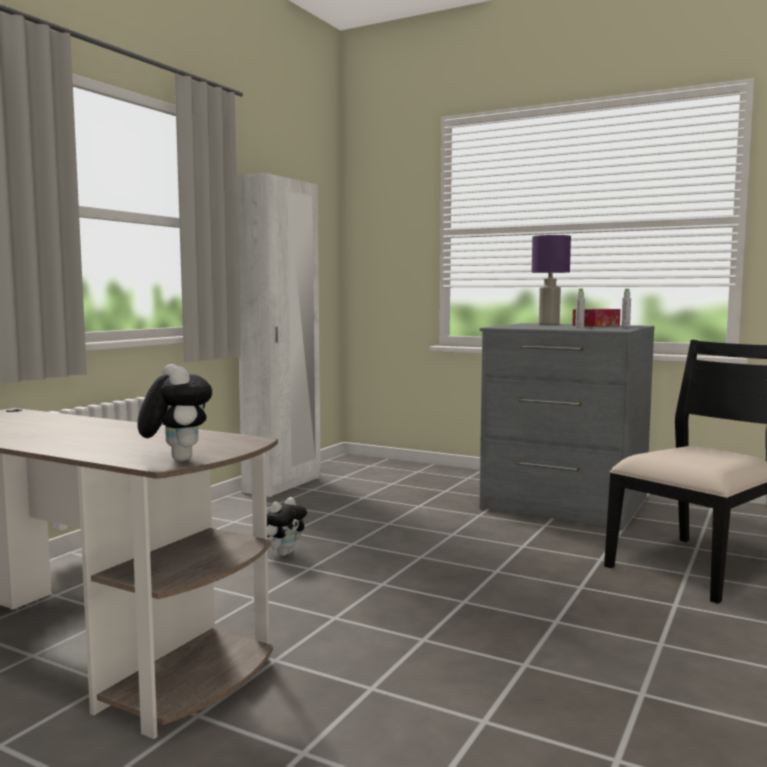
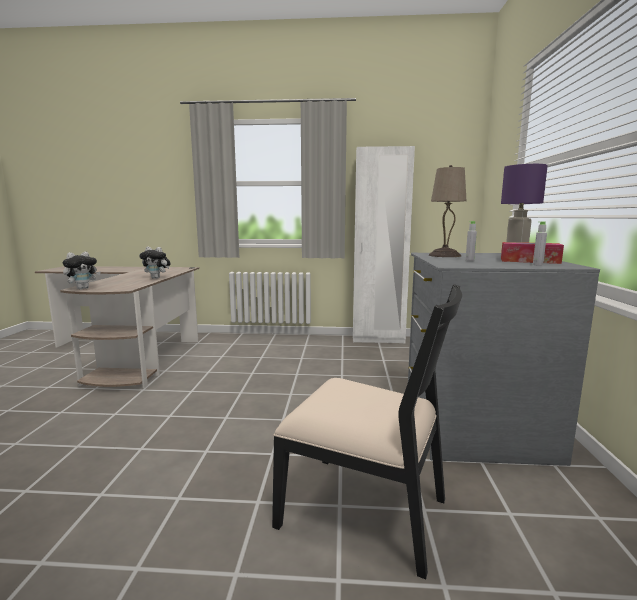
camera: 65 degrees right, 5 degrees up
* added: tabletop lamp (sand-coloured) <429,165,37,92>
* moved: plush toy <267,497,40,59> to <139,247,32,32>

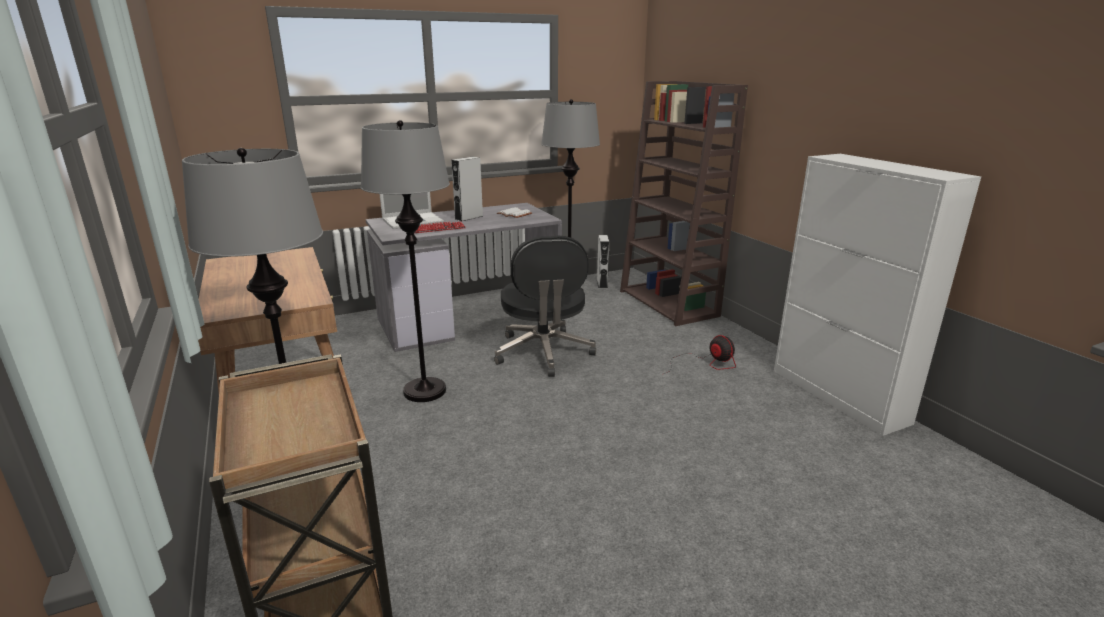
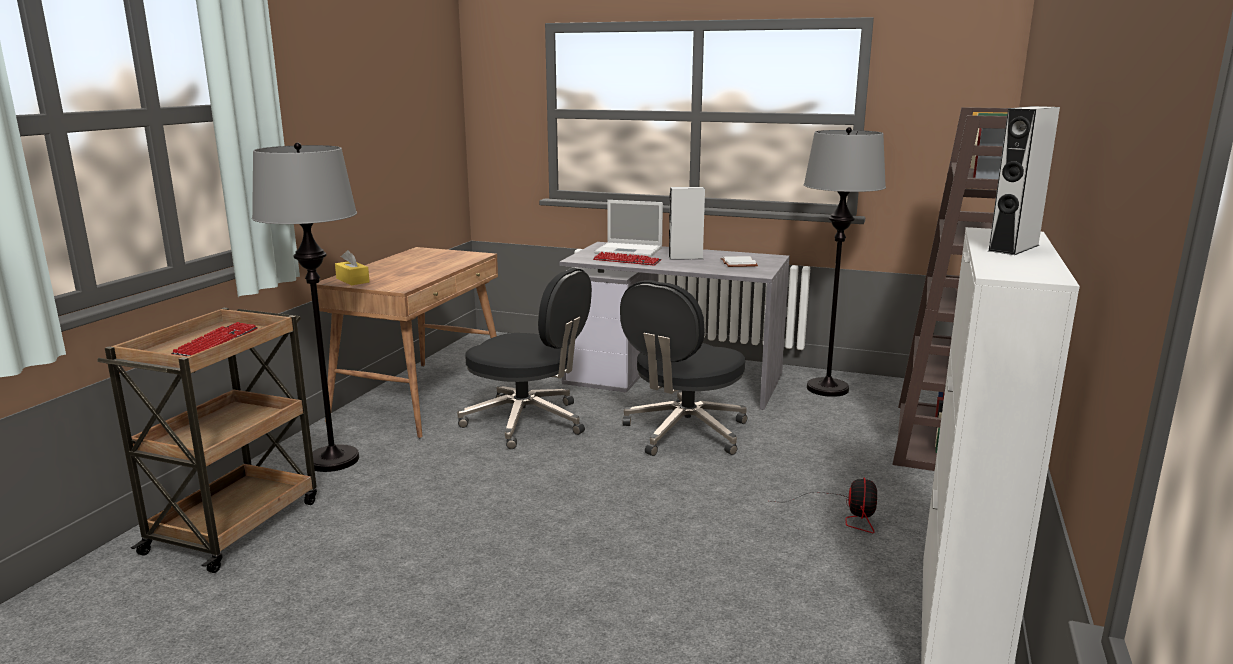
camera: 45 degrees right, 5 degrees down
* added: PC keyboard <171,322,87,35>
* added: tissue box (yellow-coloured) <335,250,35,35>
* moved: loudspeaker (greyish) <597,235,12,53> to <988,106,72,149>
* replaced: standing lamp (greyish) <361,120,89,282> to computer chair (blackish) <457,268,135,181>

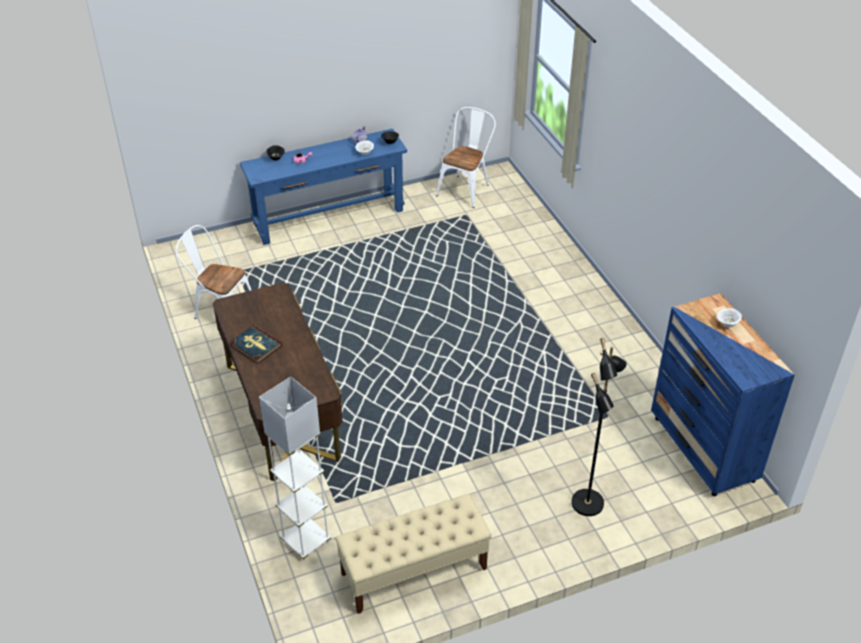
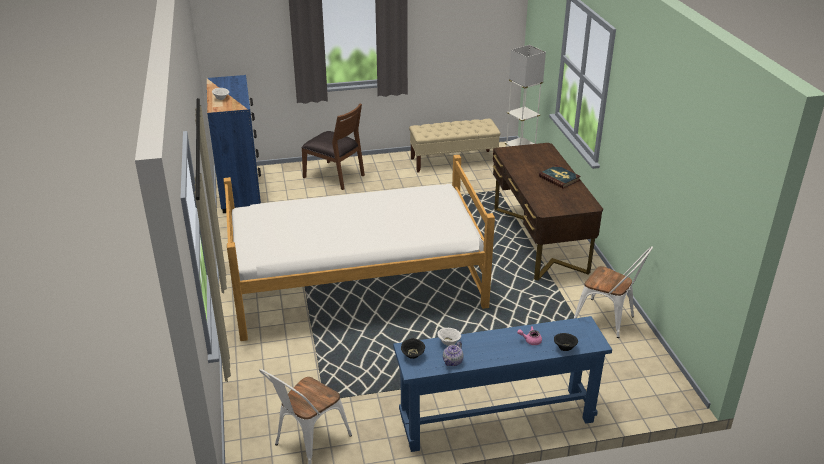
camera: 170 degrees left, 10 degrees down
* added: bed <224,155,271,186>
* replaced: standing lamp (blackish) <571,338,56,178> to chair (brownish) <301,104,64,86>

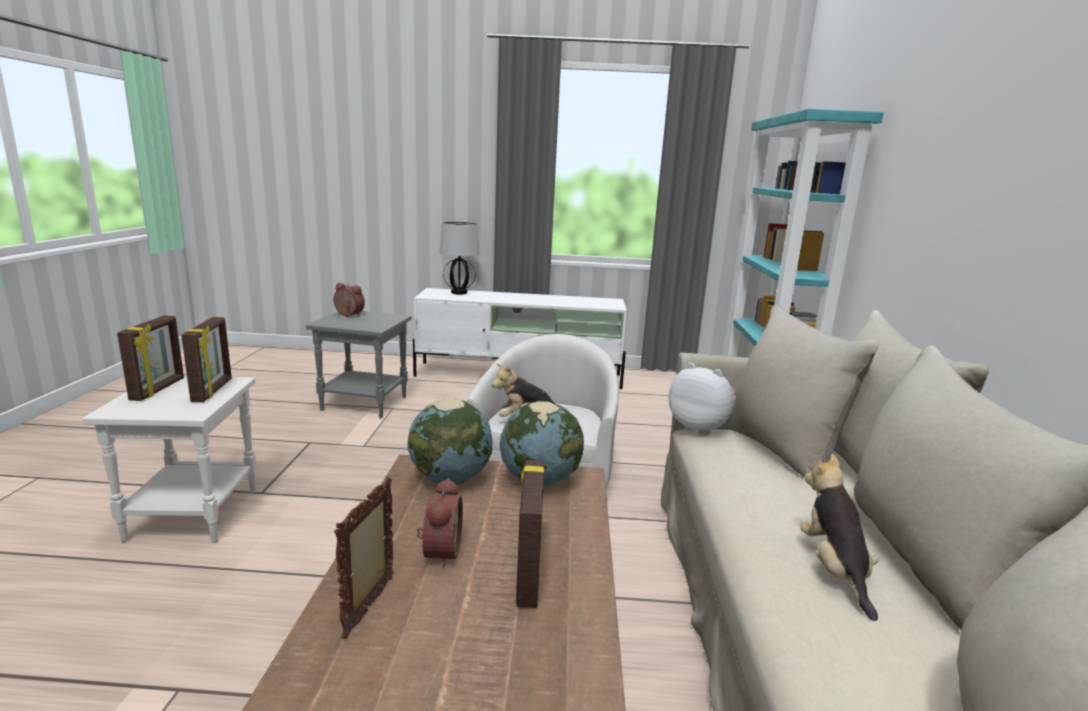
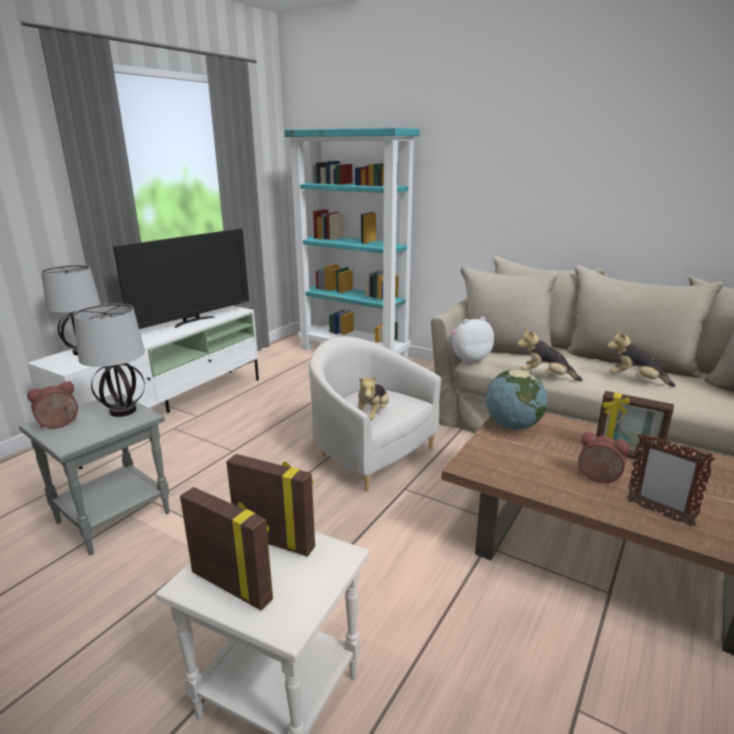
camera: 60 degrees left, 5 degrees up
* removed: desk globe <407,399,86,85>
* added: tabletop lamp <73,304,72,113>
* added: TV <113,229,136,100>
* added: plush toy <517,328,66,54>

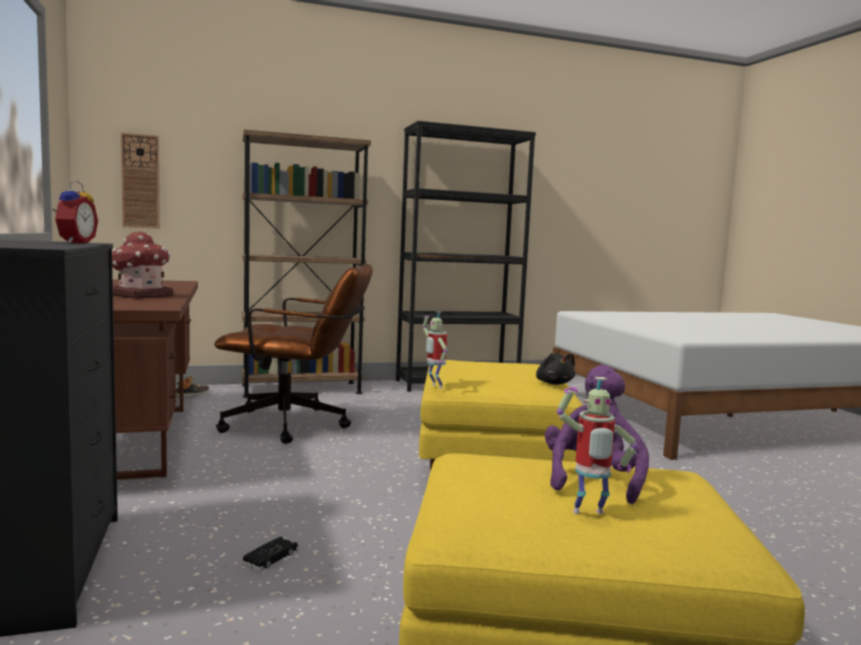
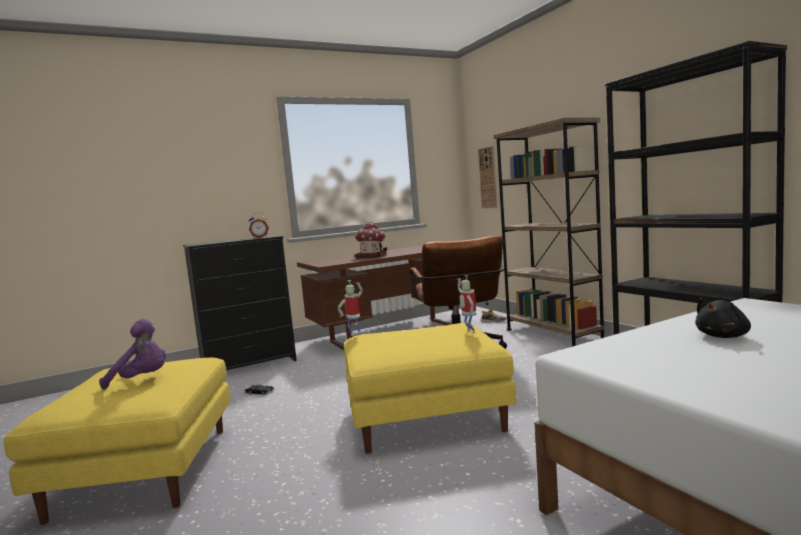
camera: 80 degrees right, 0 degrees up
* moved: plush toy (blackish) <536,353,39,32> to <695,298,56,40>
* moved: toy robot <557,377,80,137> to <456,275,20,59>

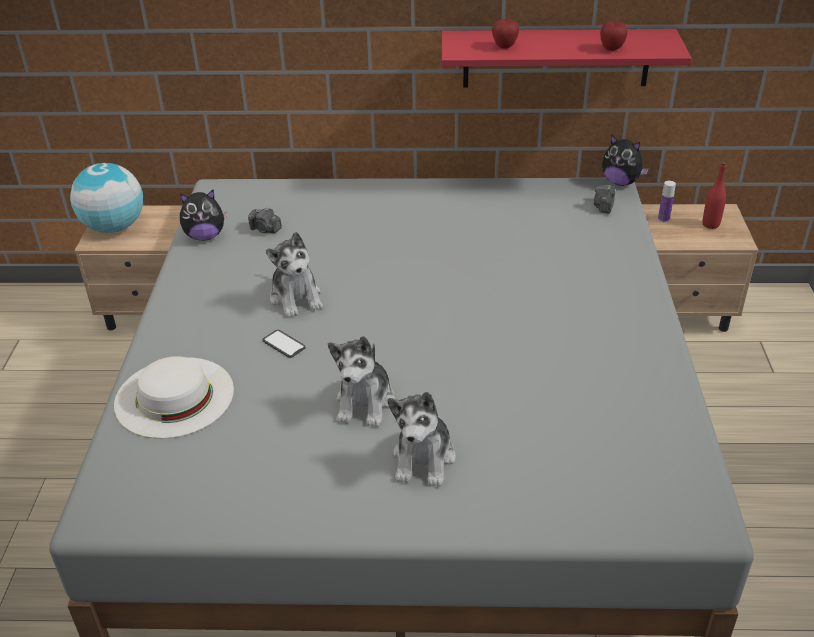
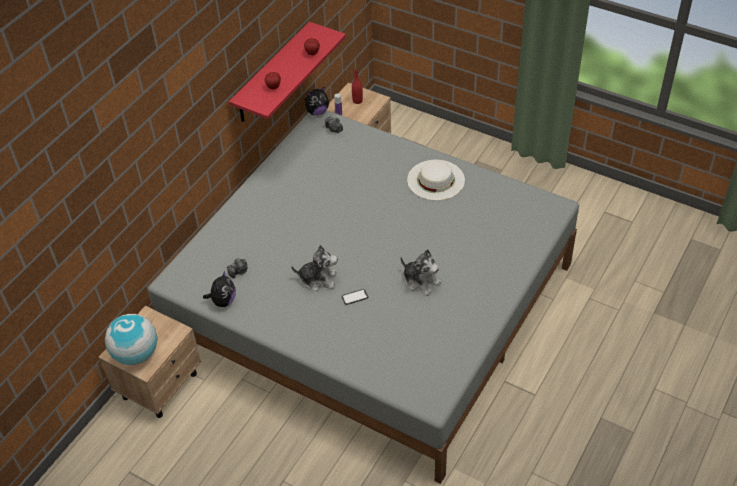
camera: 60 degrees left, 10 degrees up
* removed: plush toy <387,392,69,95>
* moved: hat (whitish) <114,356,120,83> to <407,160,58,40>

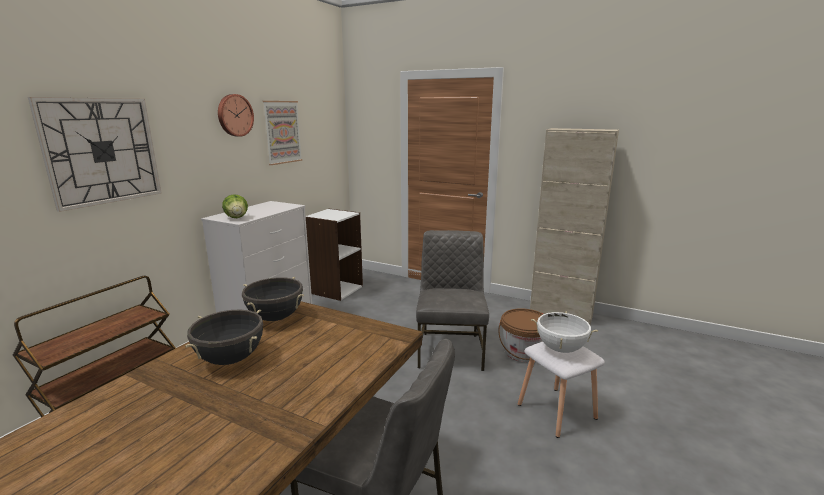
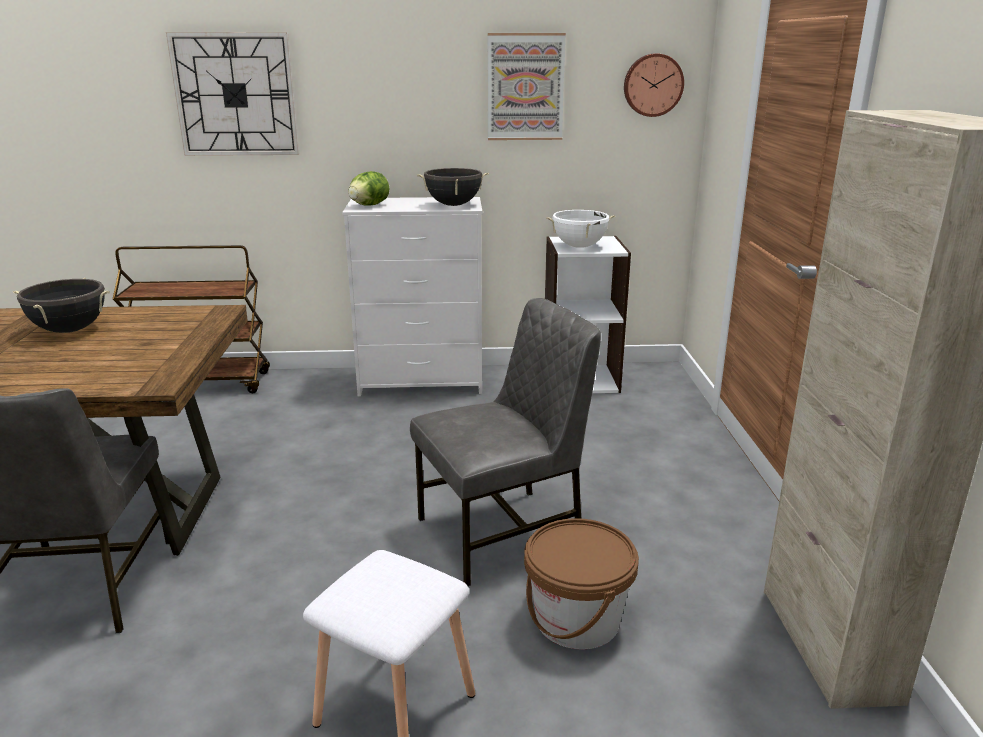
camera: 60 degrees right, 5 degrees up
* moved: clock on the wall <218,94,36,43> to <624,53,60,64>
* moved: cooking pot (blackish) <242,277,62,44> to <417,168,72,38>
* moved: cooking pot (whitish) <531,311,68,42> to <546,210,69,38>

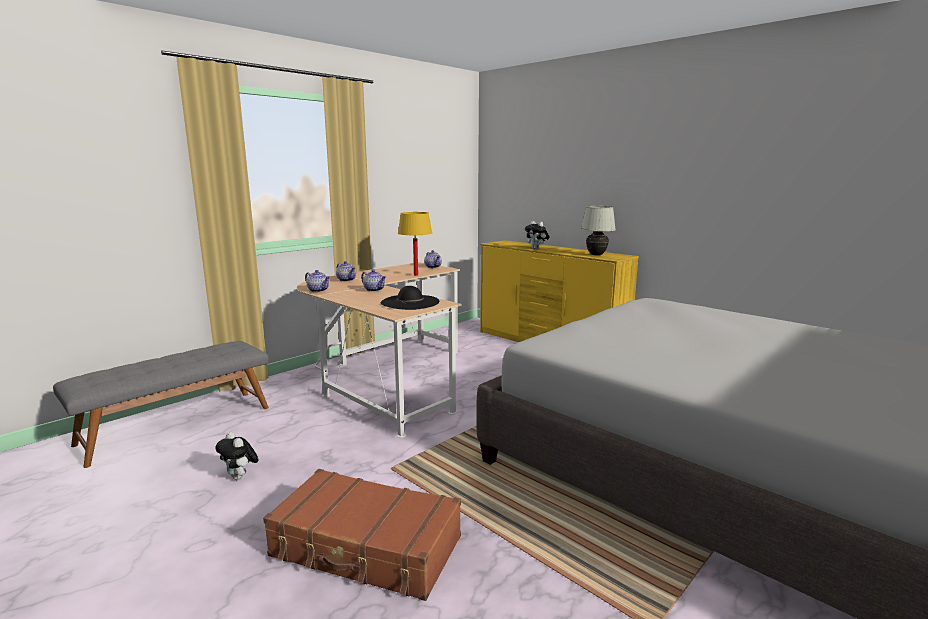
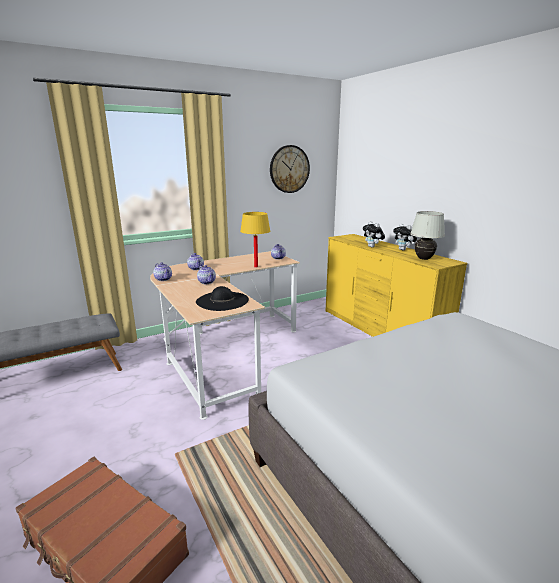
camera: 15 degrees right, 5 degrees up
* added: clock on the wall <270,145,40,48>
* moved: plush toy <215,432,44,48> to <393,223,24,28>

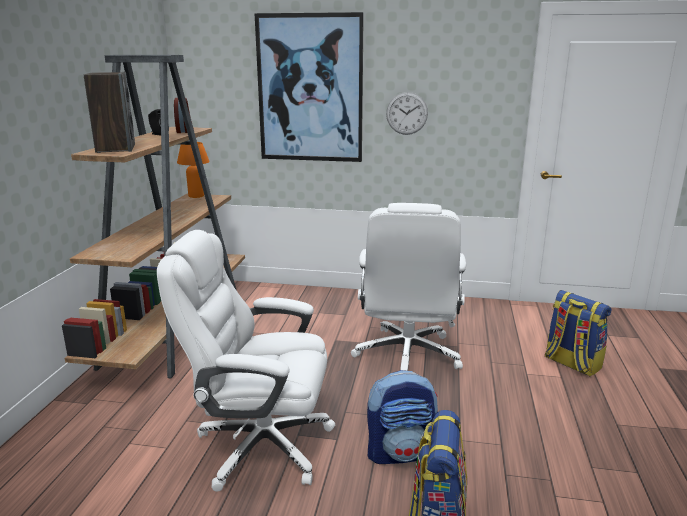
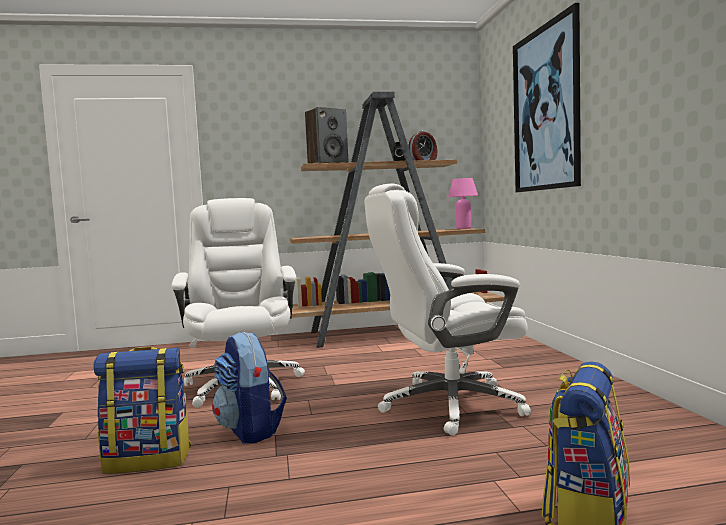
camera: 70 degrees right, 15 degrees down
* removed: clock on the wall <386,92,42,43>
* recoloured: tabletop lamp (orangey) <177,142,33,56> to tabletop lamp (pink) <448,178,30,51>

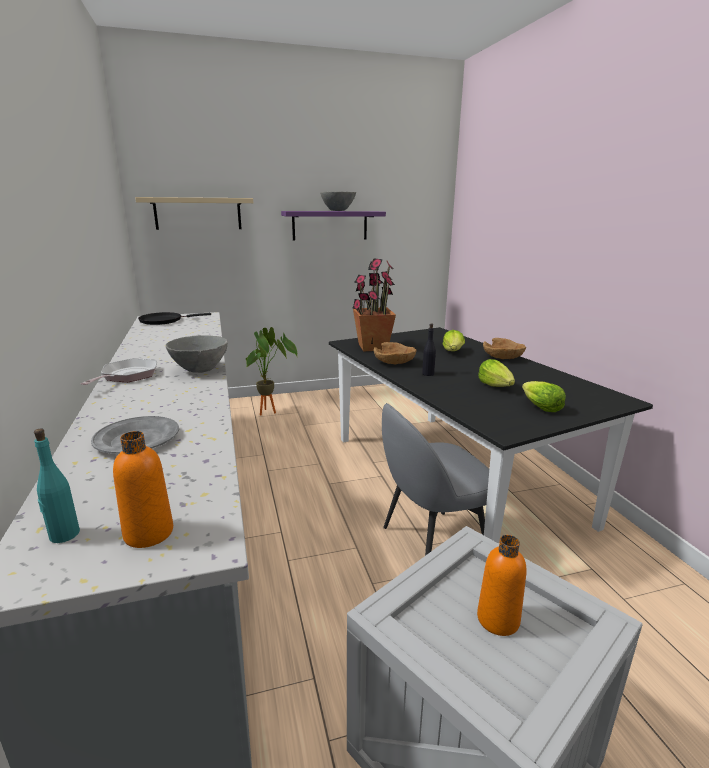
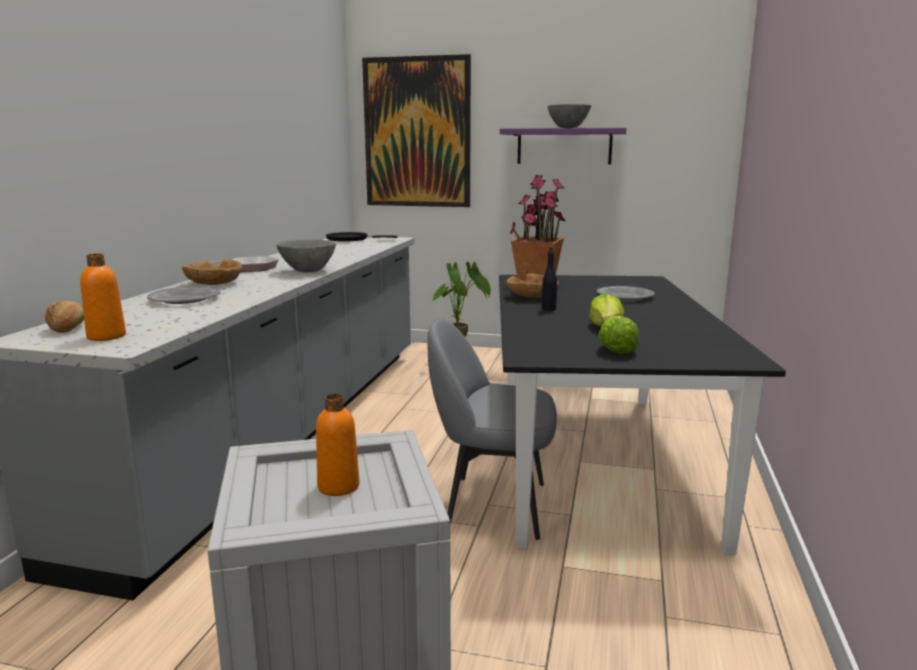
camera: 30 degrees right, 5 degrees down
* moved: deep dish (brownish) <483,338,43,21> to <182,259,60,26>
* replaced: drink bottle (blue-green) <34,429,46,114> to bread <45,301,39,32>
* replaced: bracket shelf (sand-coloured) <135,197,118,33> to wall art <362,54,109,153>
* replaced: lettuce <443,330,22,21> to flat dish (greyish) <597,286,57,14>

